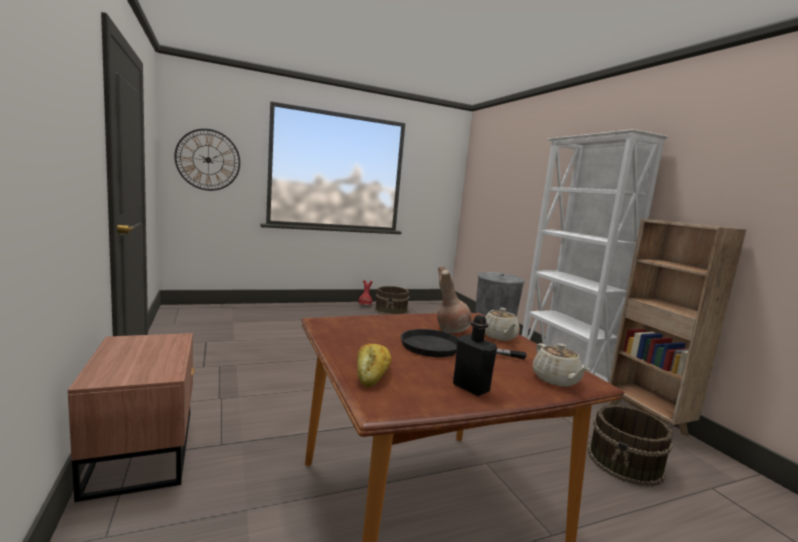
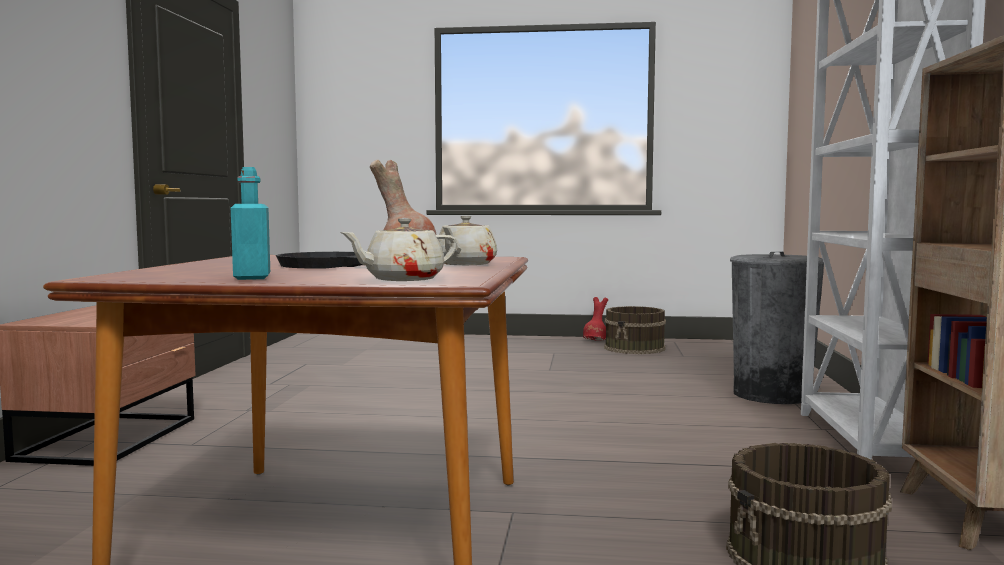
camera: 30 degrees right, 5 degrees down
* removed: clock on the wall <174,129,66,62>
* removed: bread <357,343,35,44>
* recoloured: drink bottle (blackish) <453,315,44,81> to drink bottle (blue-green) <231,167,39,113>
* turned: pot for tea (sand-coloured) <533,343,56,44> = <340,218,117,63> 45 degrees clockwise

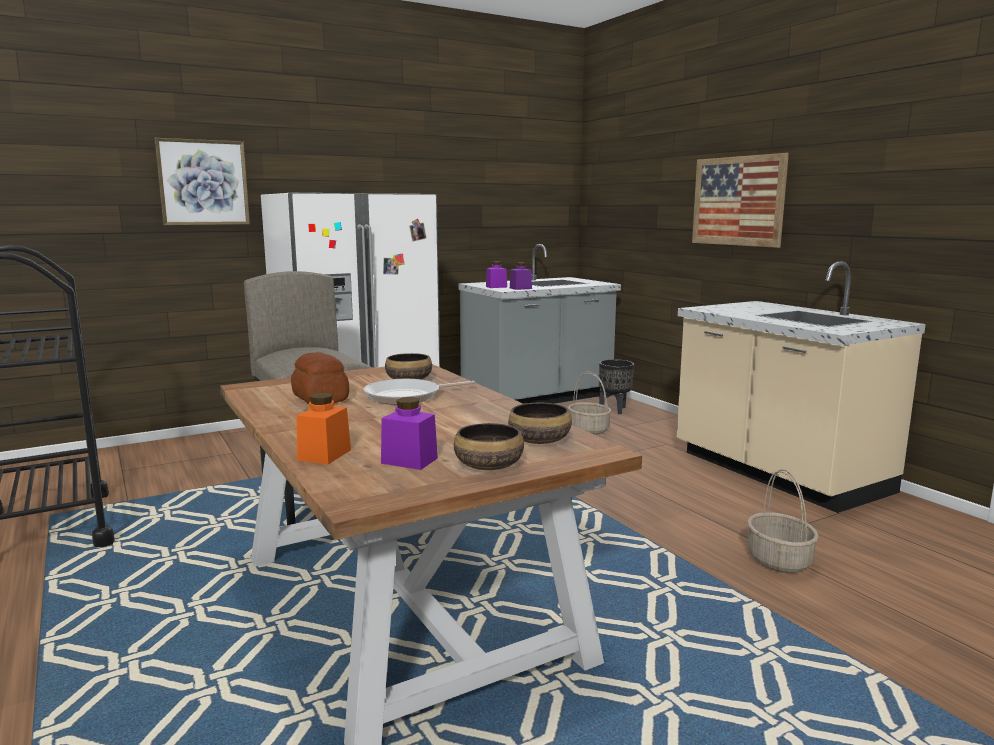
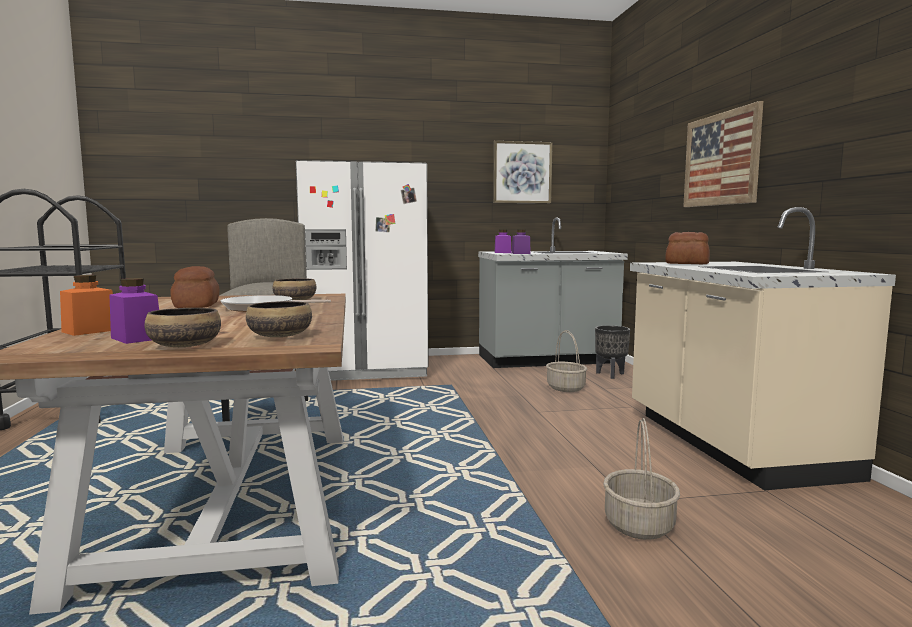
camera: 20 degrees right, 5 degrees down
* added: bread <665,232,45,32>
* moved: wall art <154,138,96,87> to <493,141,60,62>

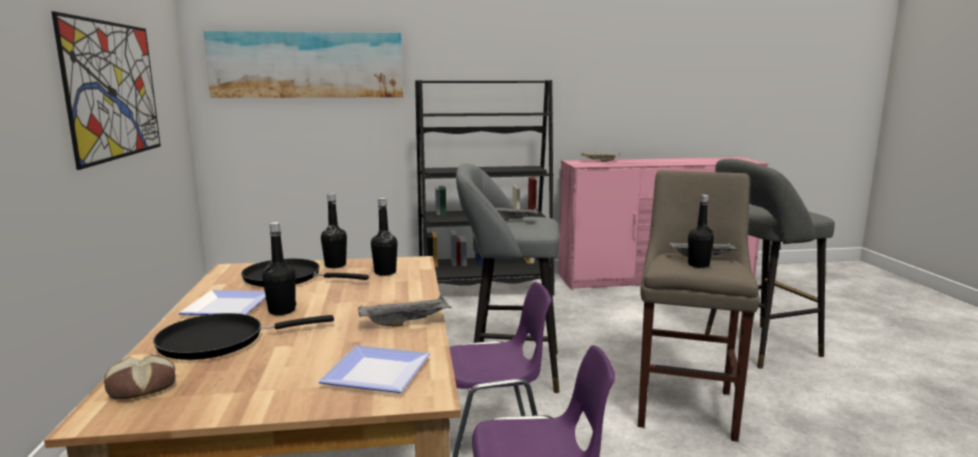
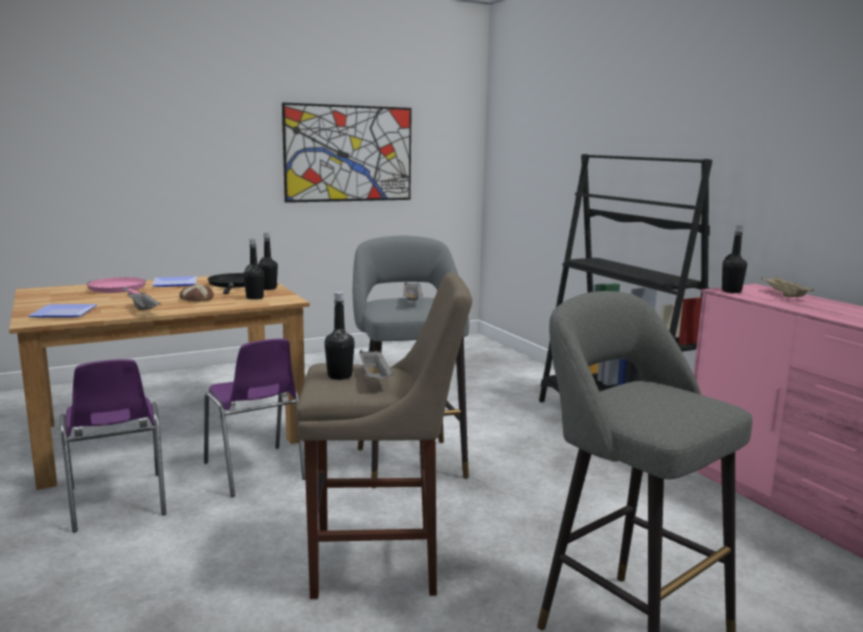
camera: 70 degrees right, 0 degrees up
* removed: wall art <203,31,200,67>
* moved: bread <104,354,71,45> to <179,284,35,18>
* moved: drink bottle (blackish) <262,222,34,93> to <722,226,25,67>
* recoloured: skillet (blackish) <153,313,181,47> to skillet (pink) <87,277,59,17>

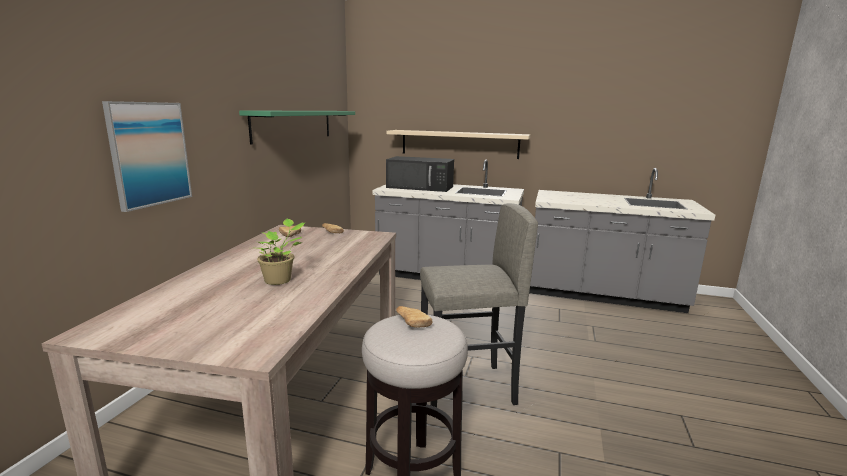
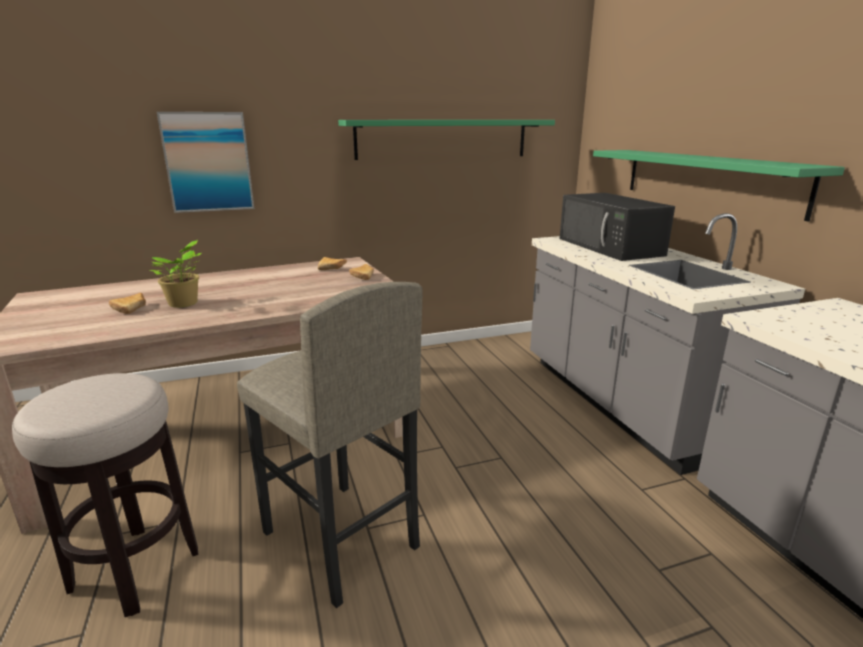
camera: 55 degrees right, 5 degrees up
* moved: bread <396,306,36,22> to <109,293,37,21>
* recoloured: bracket shelf (sand-coloured) <387,130,143,29> to bracket shelf (green) <593,150,252,71>

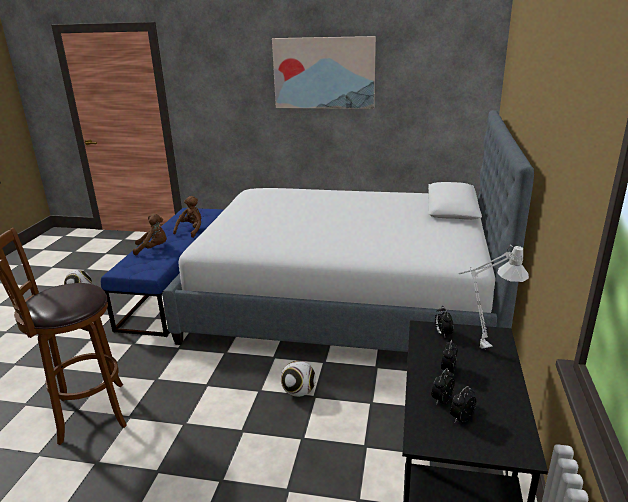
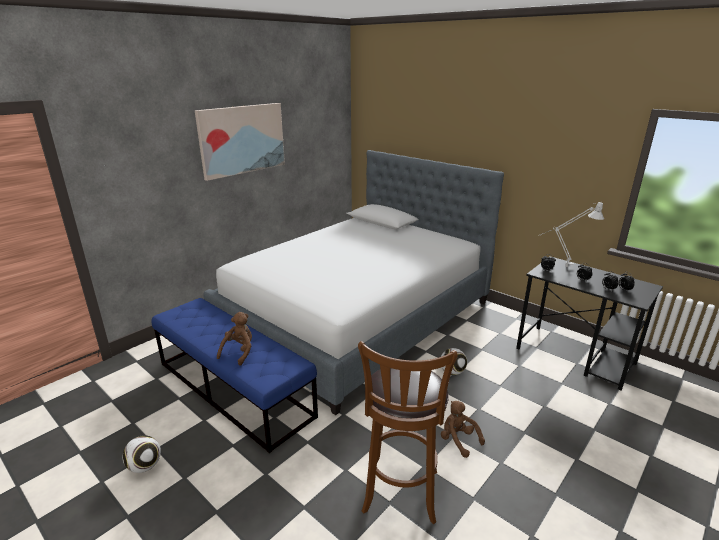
camera: 60 degrees left, 0 degrees up
* moved: plush toy (brownish) <173,196,28,42> to <441,401,44,57>

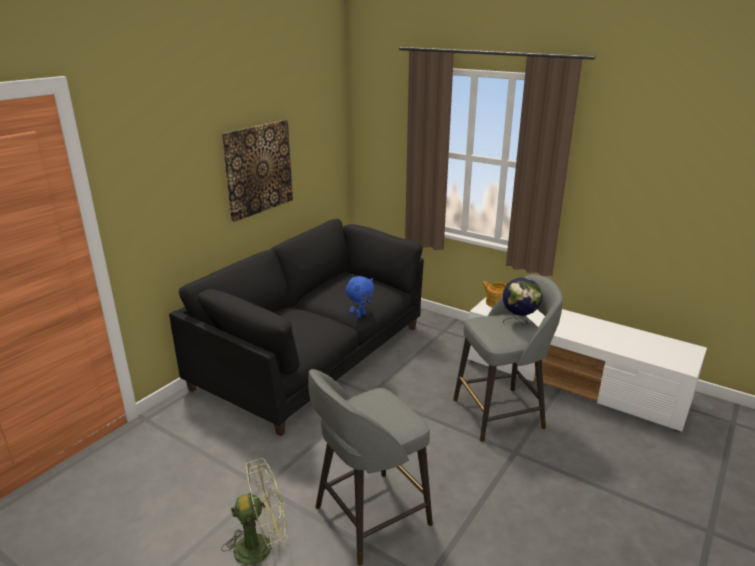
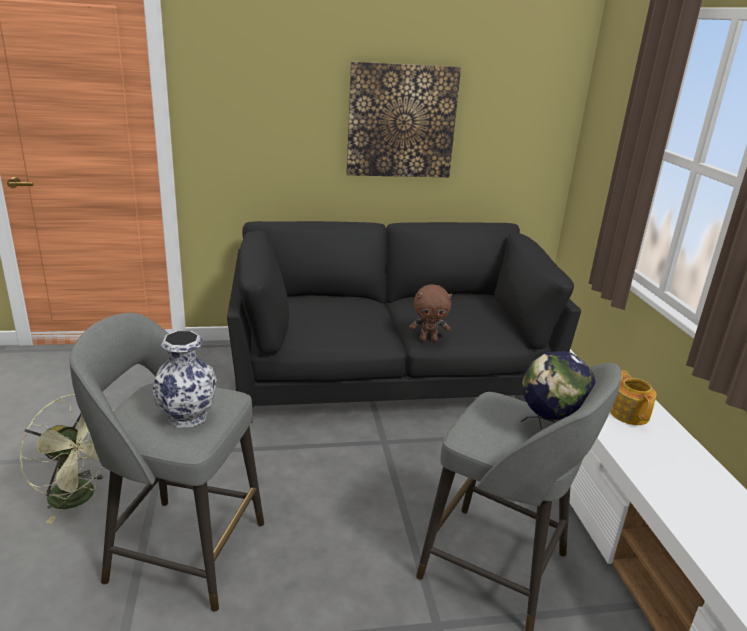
camera: 45 degrees right, 0 degrees up
* added: flower vase <152,331,65,96>
* recoloured: plush toy (blue-coloured) <346,276,29,42> to plush toy (brownish) <409,284,43,58>

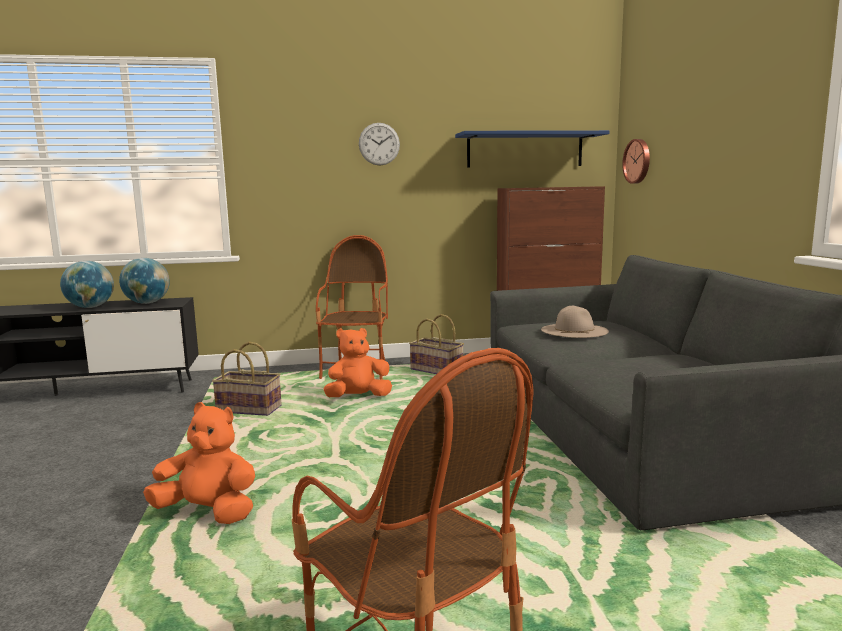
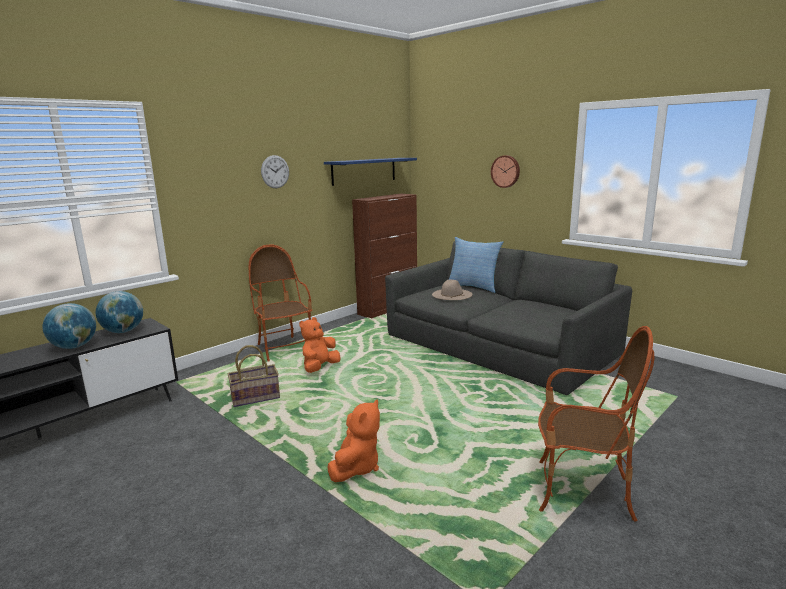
camera: 35 degrees left, 5 degrees up
* removed: storage basket <409,314,55,60>
* added: cushion <449,237,54,56>
* moved: clock on the wall <622,139,28,45> to <491,155,29,33>
* turned: plush toy (orangey) <143,402,112,122> = <328,400,52,82> 135 degrees clockwise

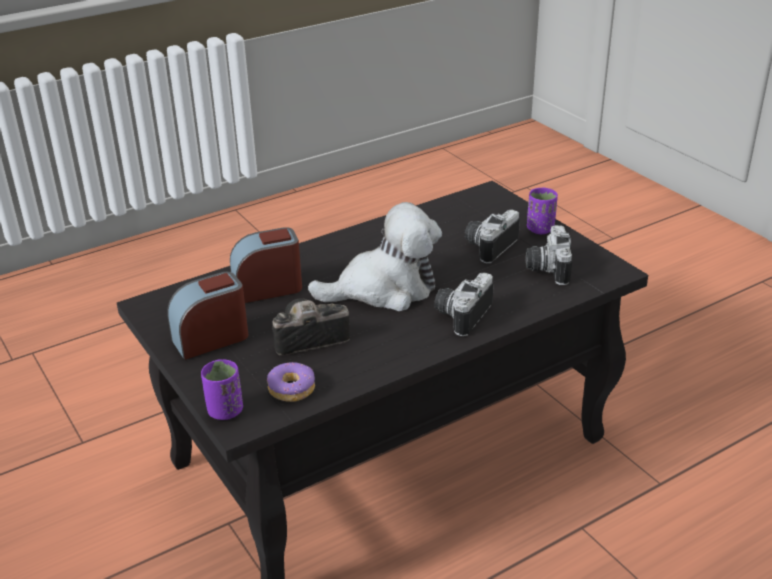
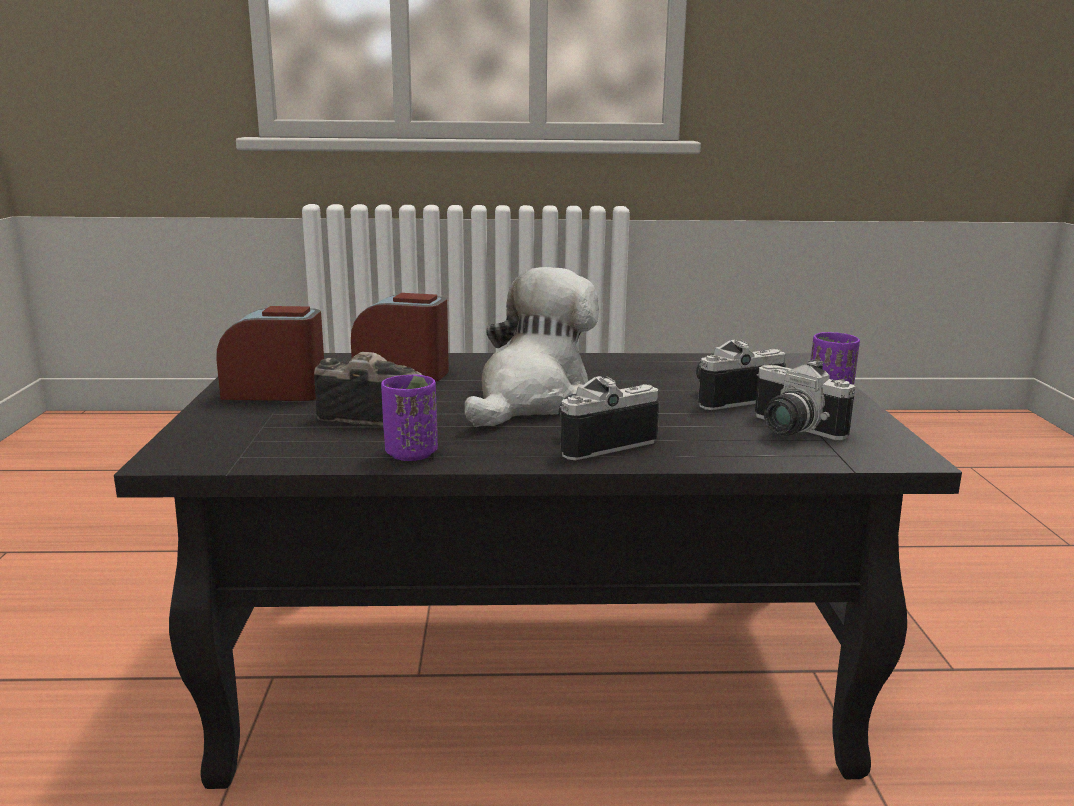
camera: 30 degrees right, 15 degrees down
* removed: doughnut <267,362,48,40>
* moved: drinking cup (purplish) <201,359,42,61> to <381,374,57,87>
* turned: plush toy <308,202,134,109> = <465,267,134,160> 75 degrees counterclockwise
* turned: photo camera <526,225,46,60> = <755,359,100,81> 75 degrees counterclockwise

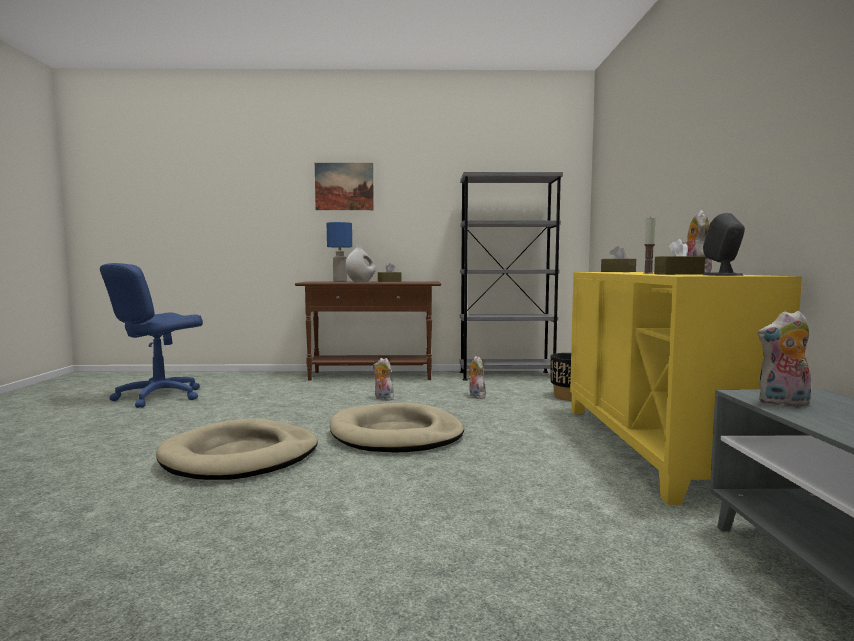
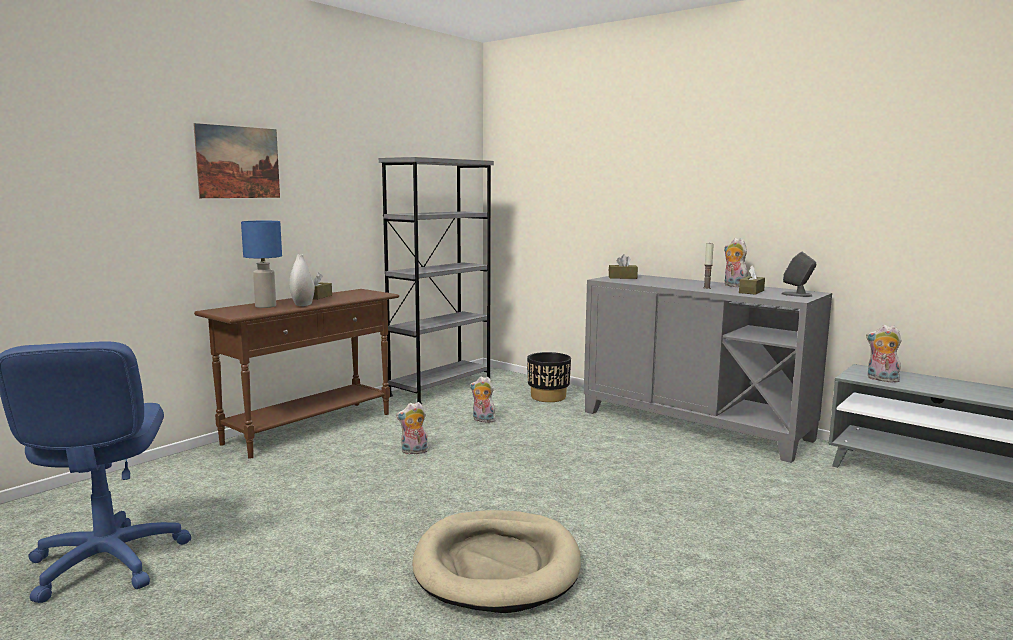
camera: 50 degrees left, 5 degrees up
* removed: dog bed (sand-coloured) <330,403,134,50>
* recoloured: cupboard (yellow-coloured) <570,272,232,233> to cupboard (greyish) <584,275,248,188>
* turned: plush toy <758,311,53,95> = <866,325,36,58> 90 degrees clockwise

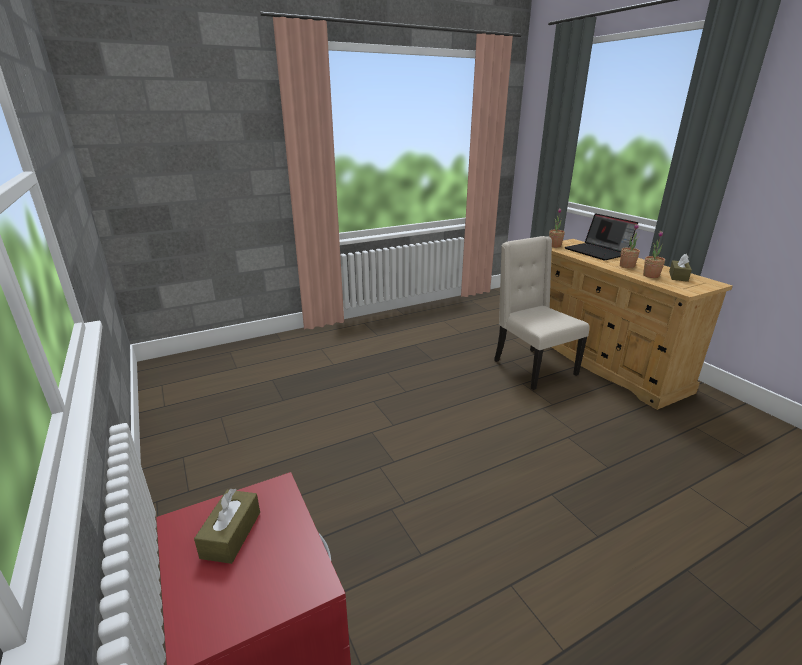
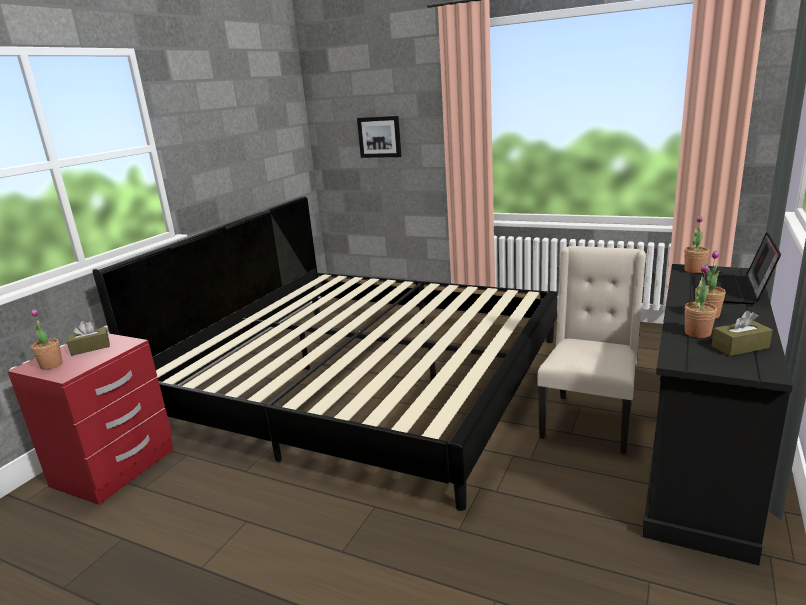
camera: 55 degrees right, 5 degrees down
* added: potted plant <31,309,32,61>
* added: bed <92,197,466,314>
* added: wall art <357,116,44,42>
* recoloured: drawer chest (sand-coloured) <550,239,183,171> to drawer chest (blackish) <643,264,150,301>

